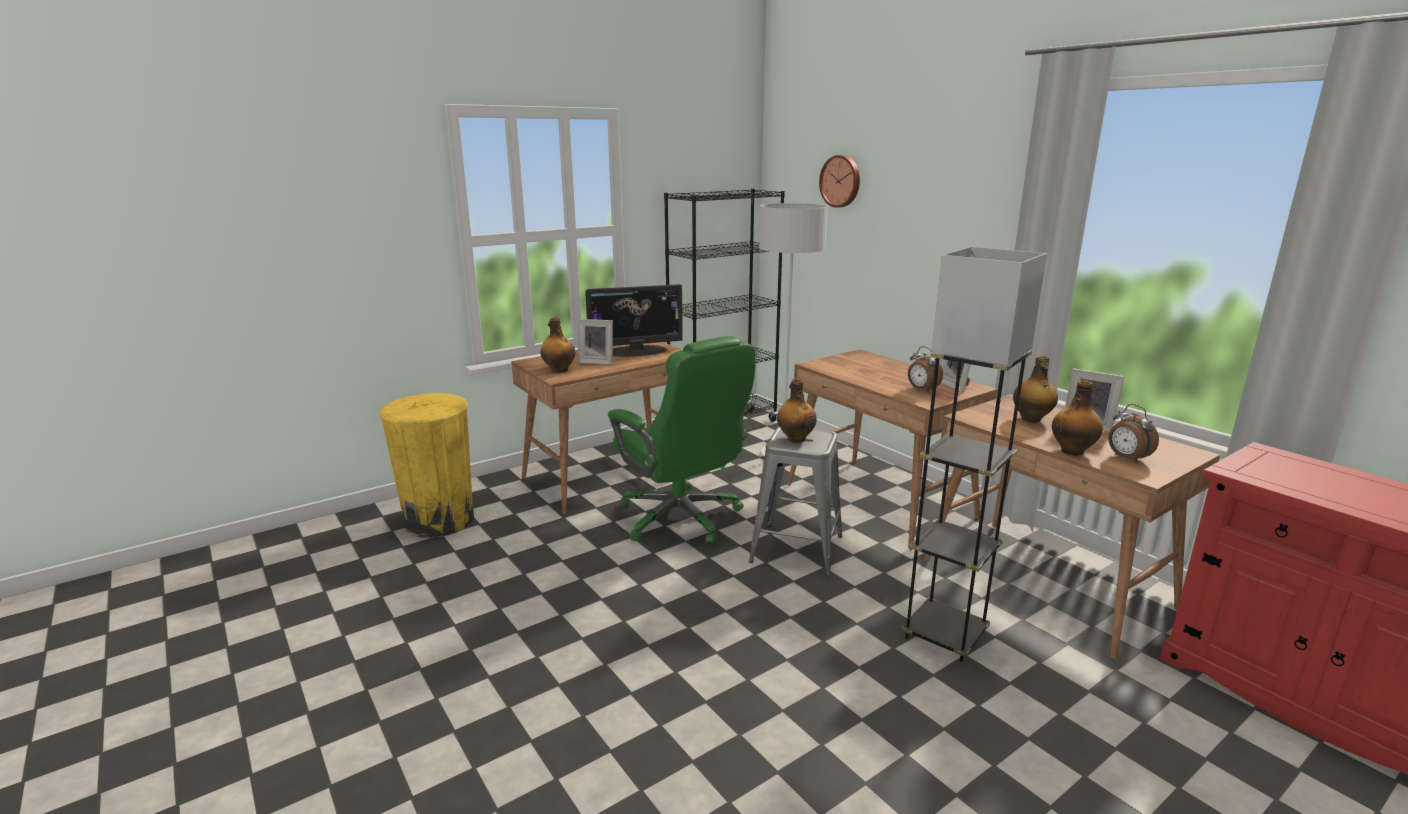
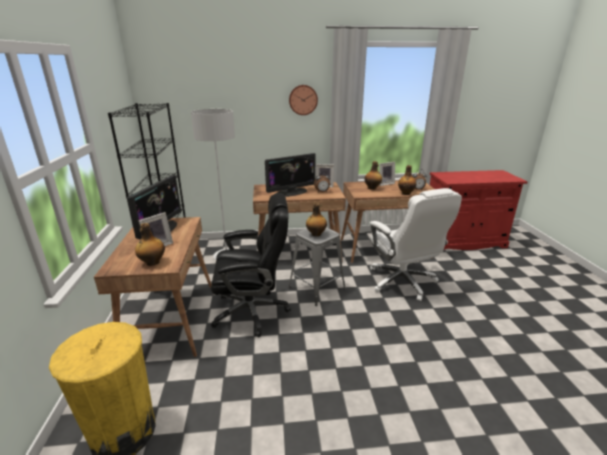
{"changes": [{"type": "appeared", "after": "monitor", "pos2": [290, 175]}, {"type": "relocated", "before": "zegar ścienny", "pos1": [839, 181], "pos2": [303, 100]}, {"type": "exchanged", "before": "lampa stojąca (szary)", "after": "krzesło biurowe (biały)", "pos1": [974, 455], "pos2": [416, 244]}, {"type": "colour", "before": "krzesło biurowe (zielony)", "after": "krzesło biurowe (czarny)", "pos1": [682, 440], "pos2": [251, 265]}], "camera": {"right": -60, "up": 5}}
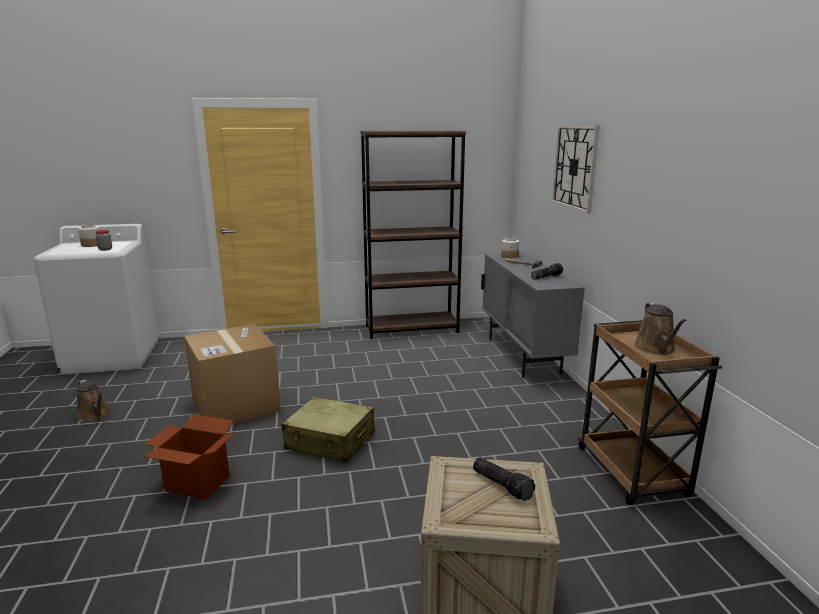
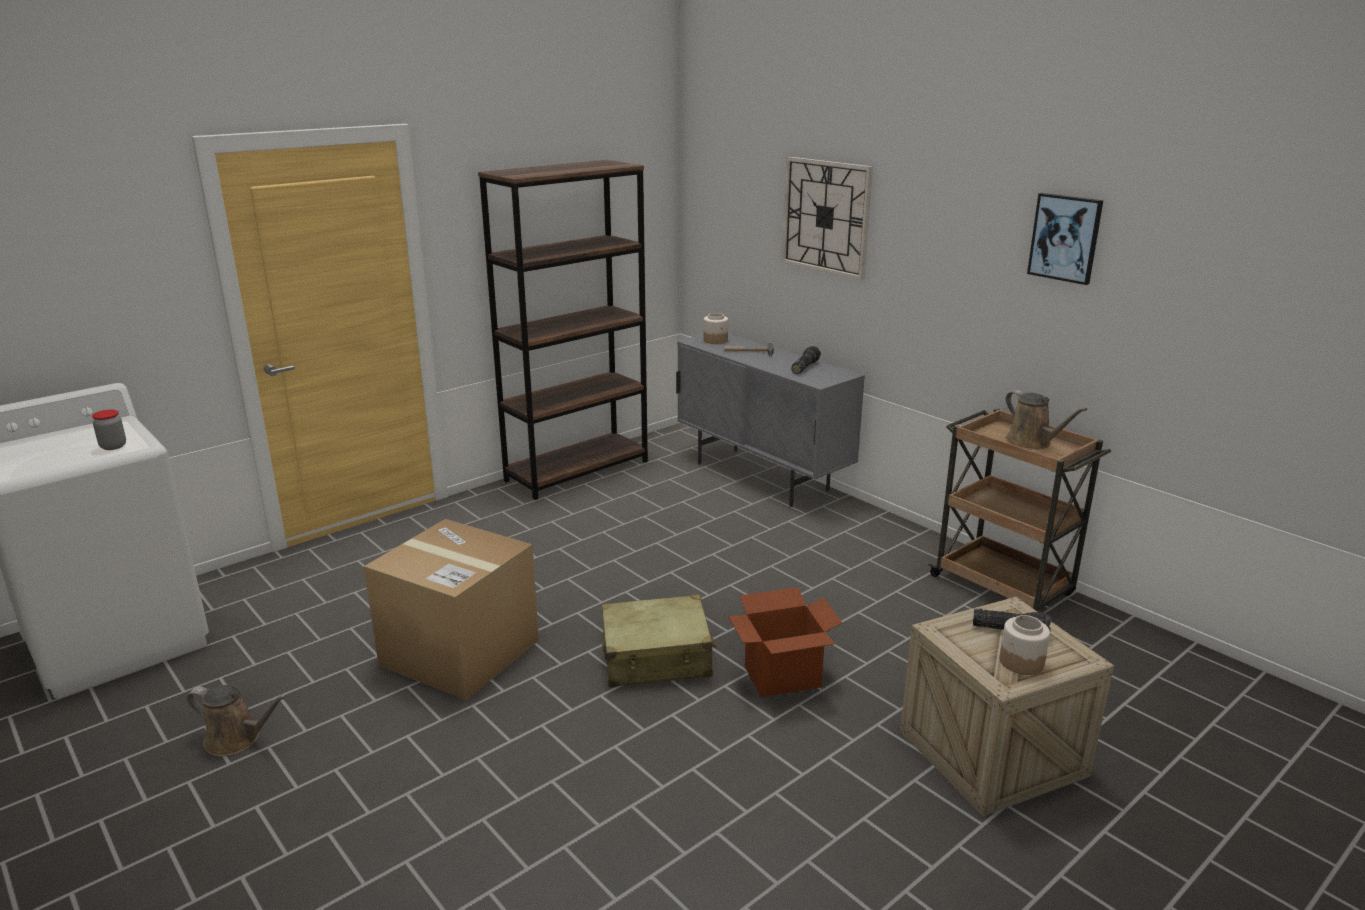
{"changes": [{"type": "appeared", "after": "obraz", "pos2": [1065, 239]}, {"type": "relocated", "before": "słoik", "pos1": [89, 235], "pos2": [1025, 645]}, {"type": "relocated", "before": "karton", "pos1": [189, 456], "pos2": [785, 642]}], "camera": {"right": -30, "up": 5}}
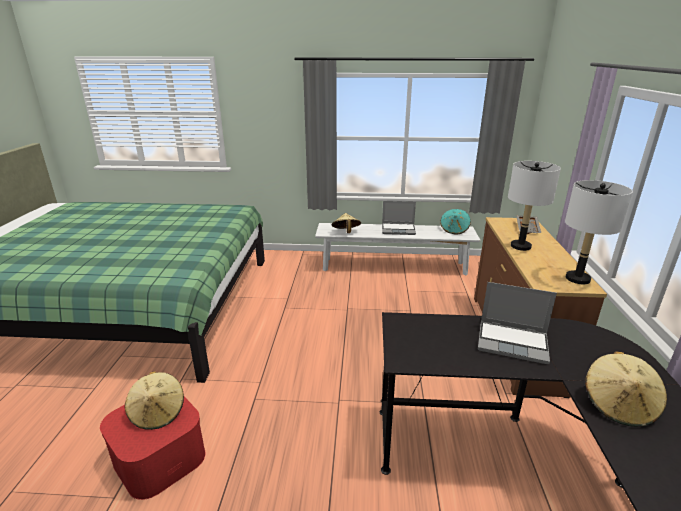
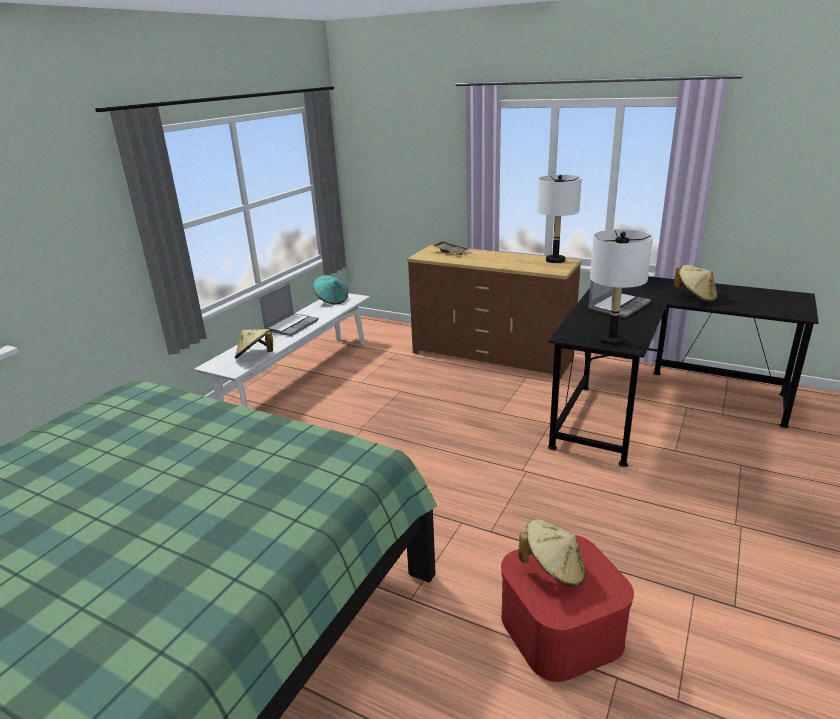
{"changes": [{"type": "relocated", "before": "lampa stołowa (biały)", "pos1": [534, 206], "pos2": [621, 287]}], "camera": {"right": -65, "up": 0}}
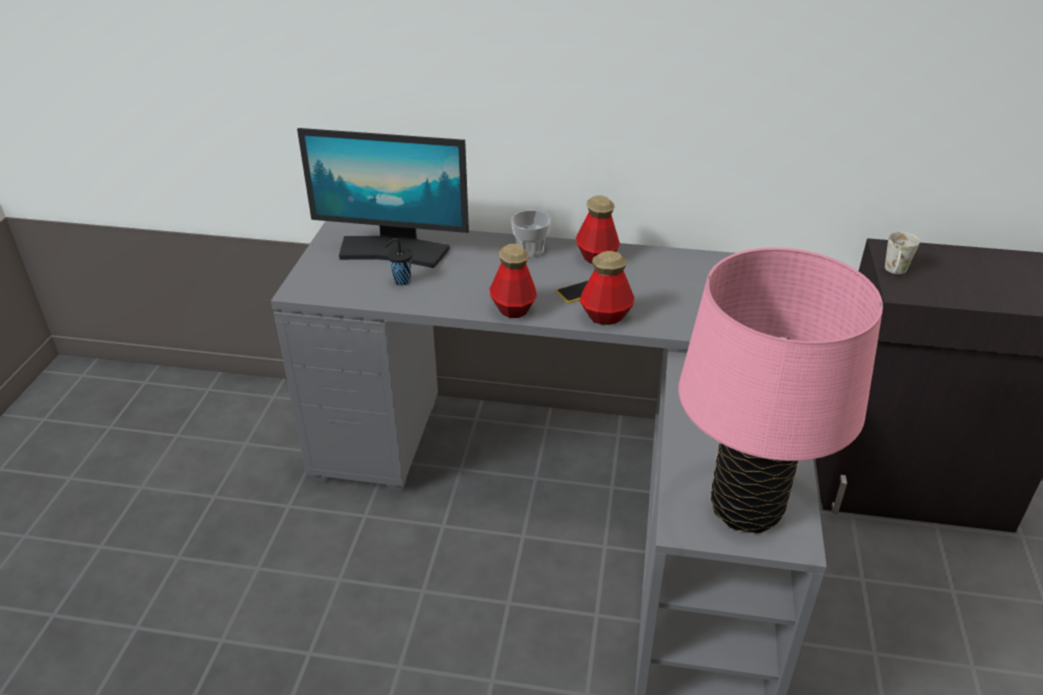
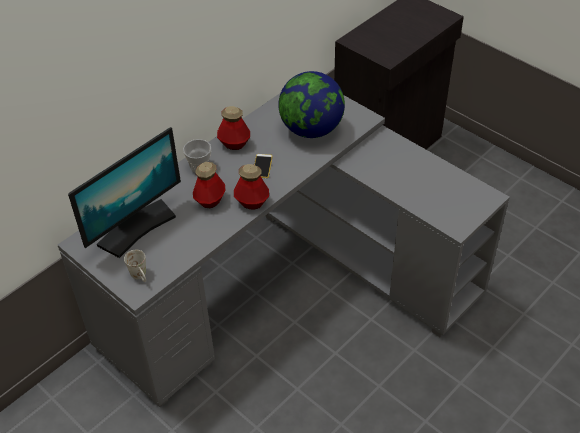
{"changes": [{"type": "missing", "before": "filiżanka (czarny)", "pos1": [398, 261]}, {"type": "missing", "before": "lampa stołowa (różowy)", "pos1": [780, 390]}, {"type": "appeared", "after": "globus", "pos2": [311, 104]}, {"type": "relocated", "before": "butelka", "pos1": [607, 288], "pos2": [209, 185]}, {"type": "relocated", "before": "kubek (biały)", "pos1": [902, 253], "pos2": [135, 266]}], "camera": {"right": -55, "up": 10}}
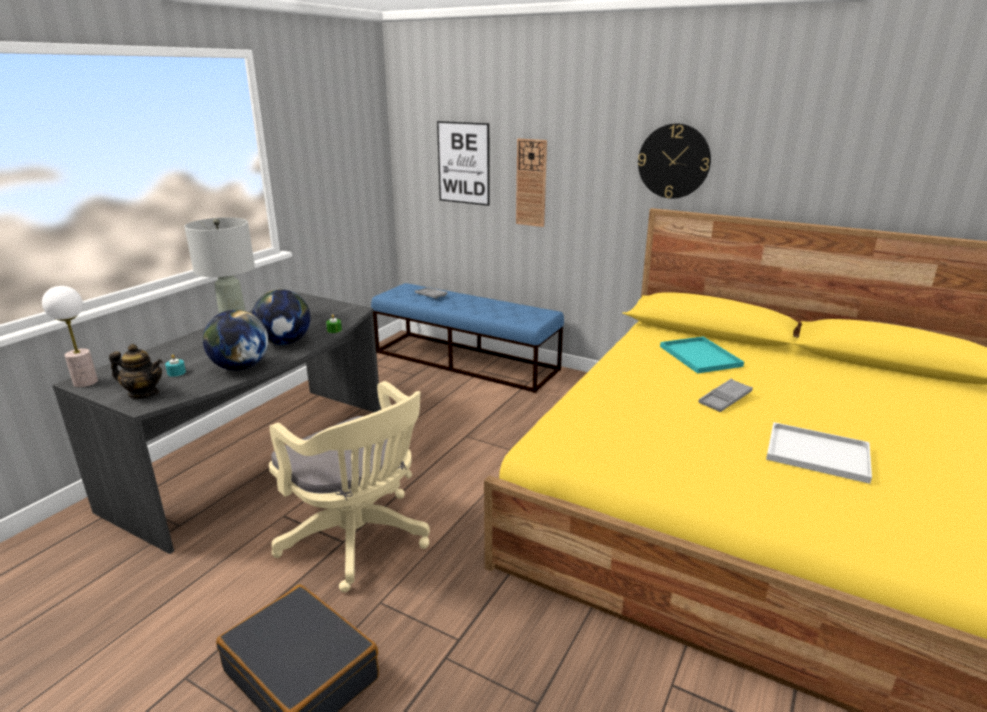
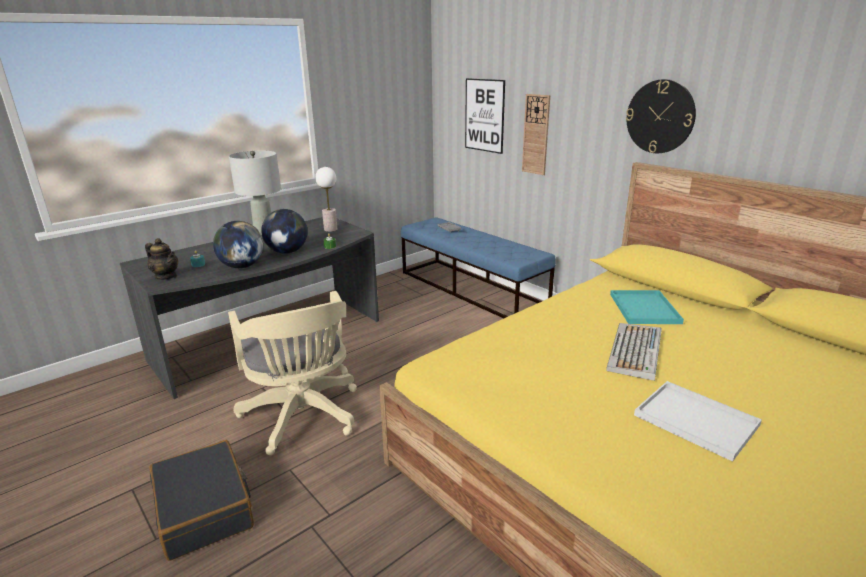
{"changes": [{"type": "relocated", "before": "lampa stołowa", "pos1": [70, 336], "pos2": [326, 199]}, {"type": "exchanged", "before": "taca (szary)", "after": "klawiatura", "pos1": [725, 395], "pos2": [634, 352]}], "camera": {"right": 20, "up": 0}}
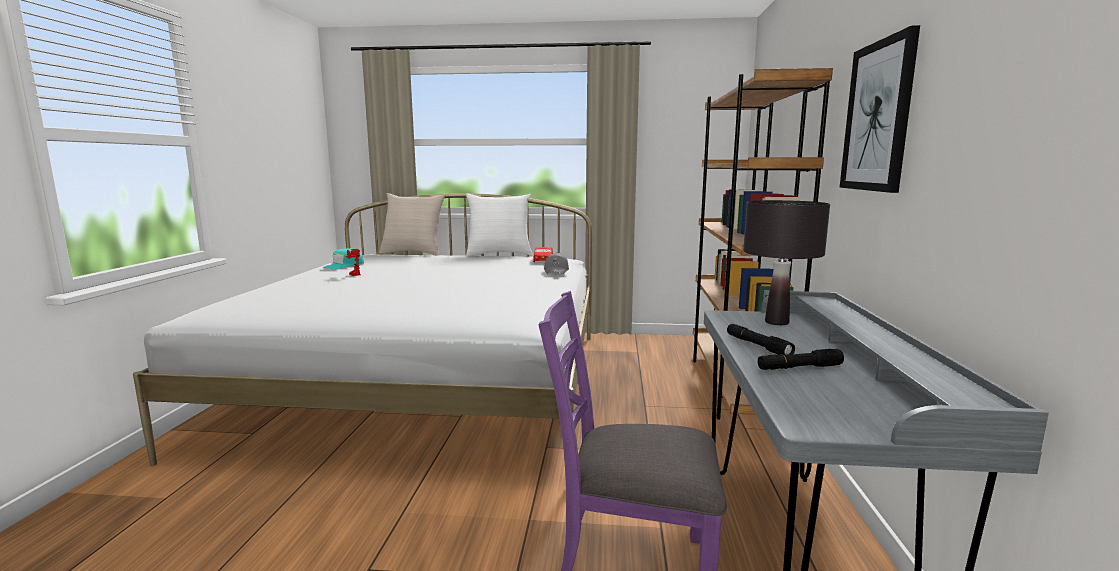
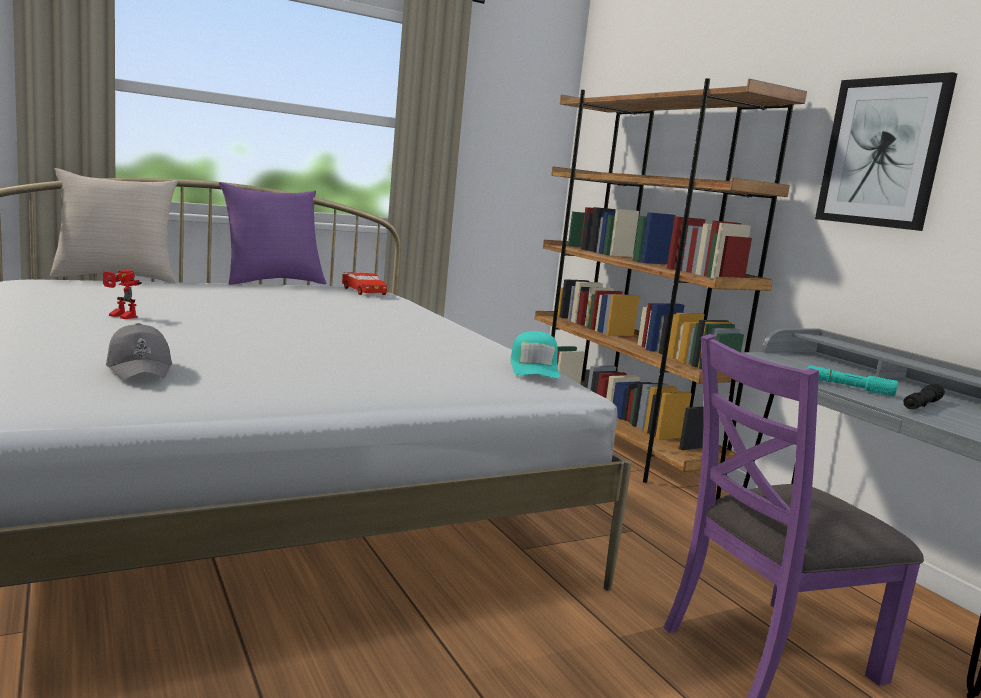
{"changes": [{"type": "missing", "before": "lampa stołowa (czarny)", "pos1": [786, 262]}, {"type": "relocated", "before": "czapka z daszkiem (turkusowy)", "pos1": [343, 259], "pos2": [535, 354]}, {"type": "relocated", "before": "czapka z daszkiem (szary)", "pos1": [556, 263], "pos2": [139, 351]}, {"type": "colour", "before": "poduszka (biały)", "after": "poduszka (fioletowy)", "pos1": [499, 224], "pos2": [272, 233]}, {"type": "colour", "before": "latarka (czarny)", "after": "latarka (turkusowy)", "pos1": [761, 339], "pos2": [852, 380]}], "camera": {"right": -35, "up": 0}}
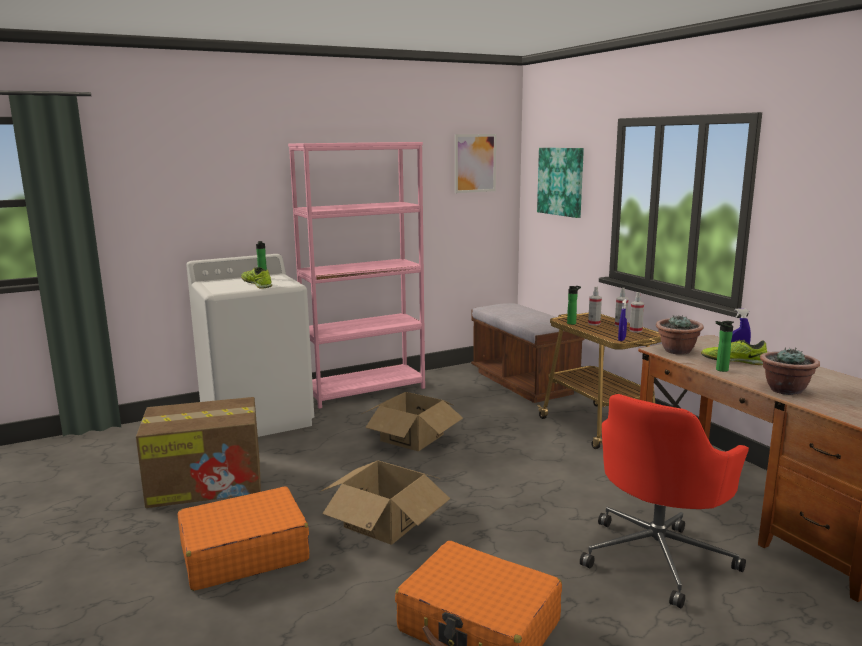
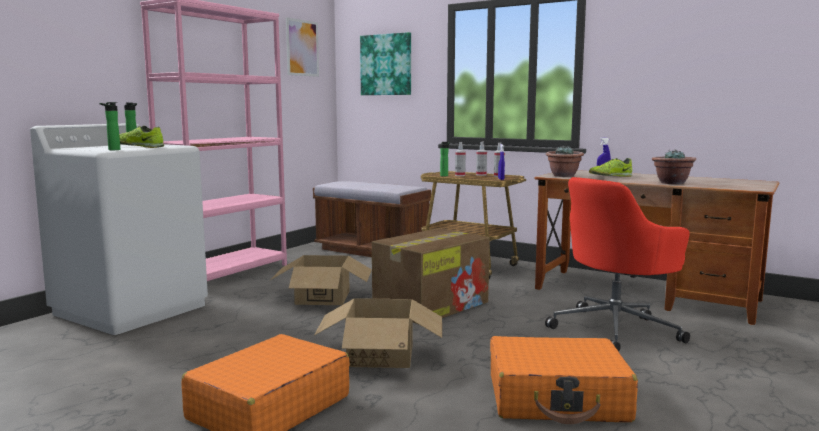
{"changes": [{"type": "relocated", "before": "karton", "pos1": [198, 452], "pos2": [431, 276]}, {"type": "relocated", "before": "butelka", "pos1": [725, 346], "pos2": [110, 126]}, {"type": "spun", "before": "krzesło biurowe (czerwony)", "pos1": [664, 501], "pos2": [617, 264], "turn": 45}], "camera": {"right": -30, "up": -5}}
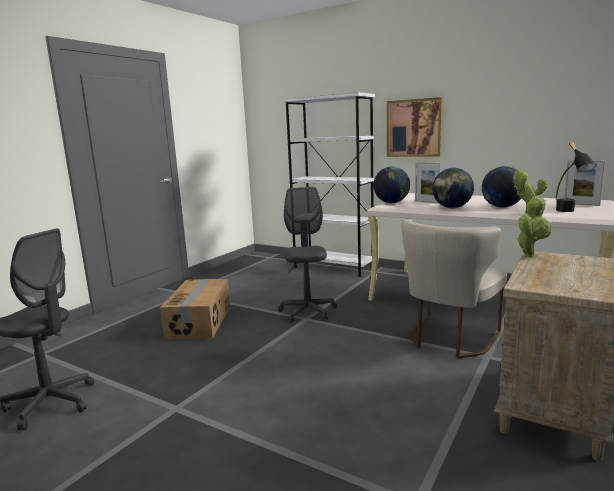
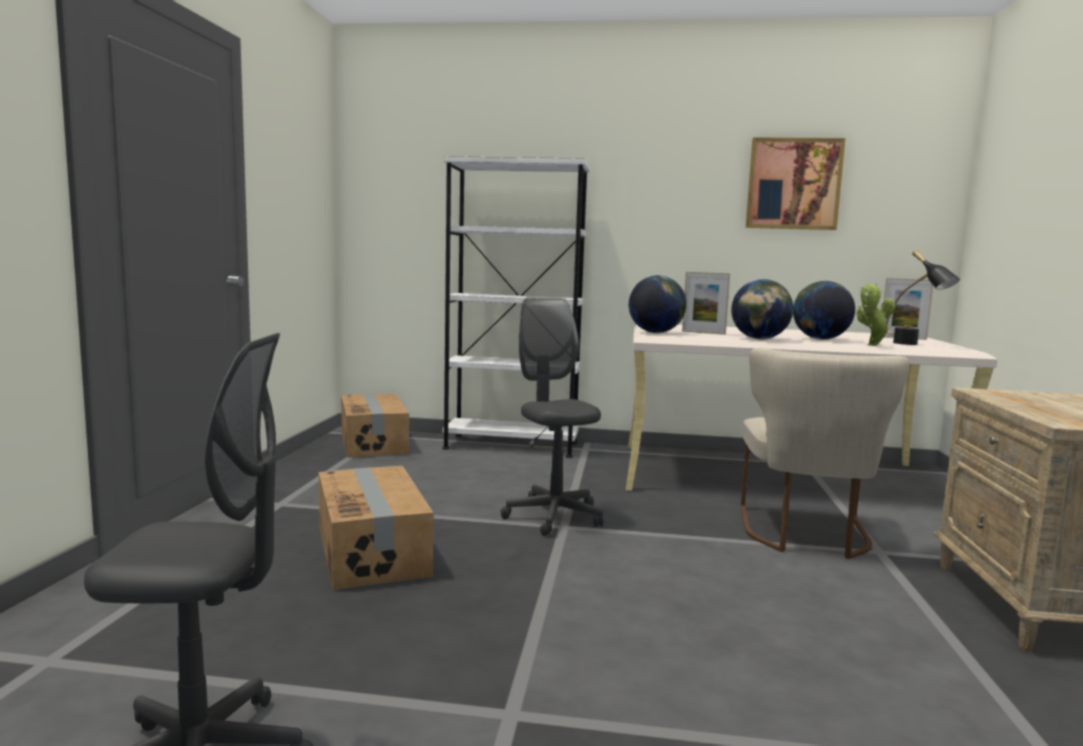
{"changes": [{"type": "missing", "before": "roślina doniczkowa", "pos1": [533, 227]}, {"type": "appeared", "after": "karton", "pos2": [375, 426]}, {"type": "relocated", "before": "obraz", "pos1": [415, 127], "pos2": [795, 183]}], "camera": {"right": -25, "up": -5}}
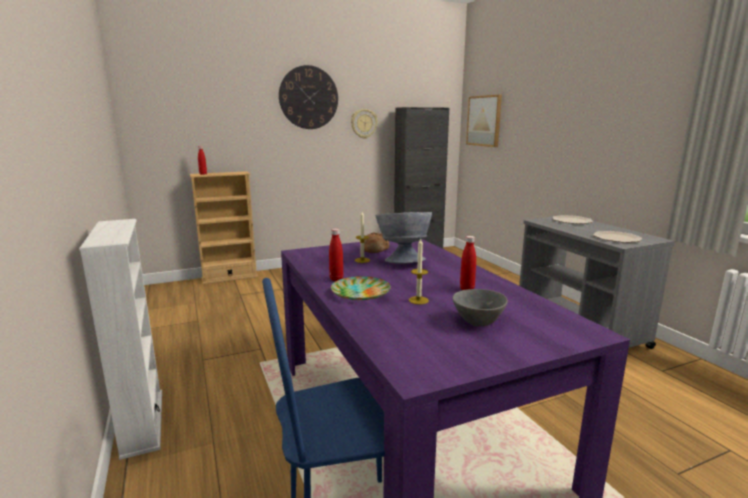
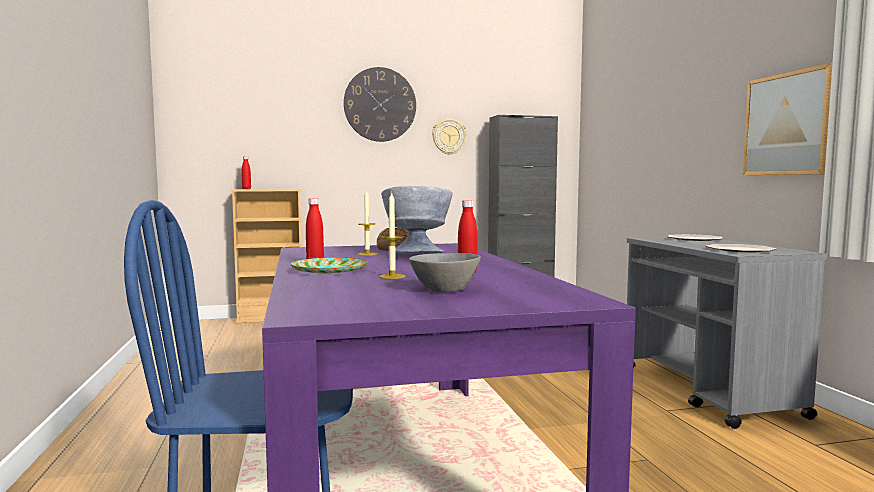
{"changes": [{"type": "missing", "before": "regał (biały)", "pos1": [120, 339]}, {"type": "relocated", "before": "obraz", "pos1": [484, 121], "pos2": [787, 119]}], "camera": {"right": 10, "up": -10}}
